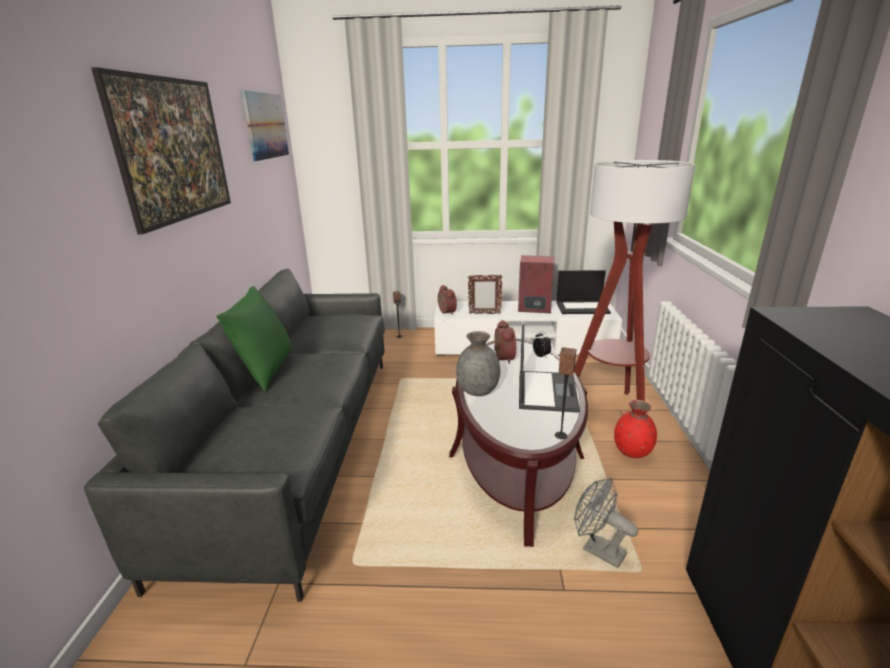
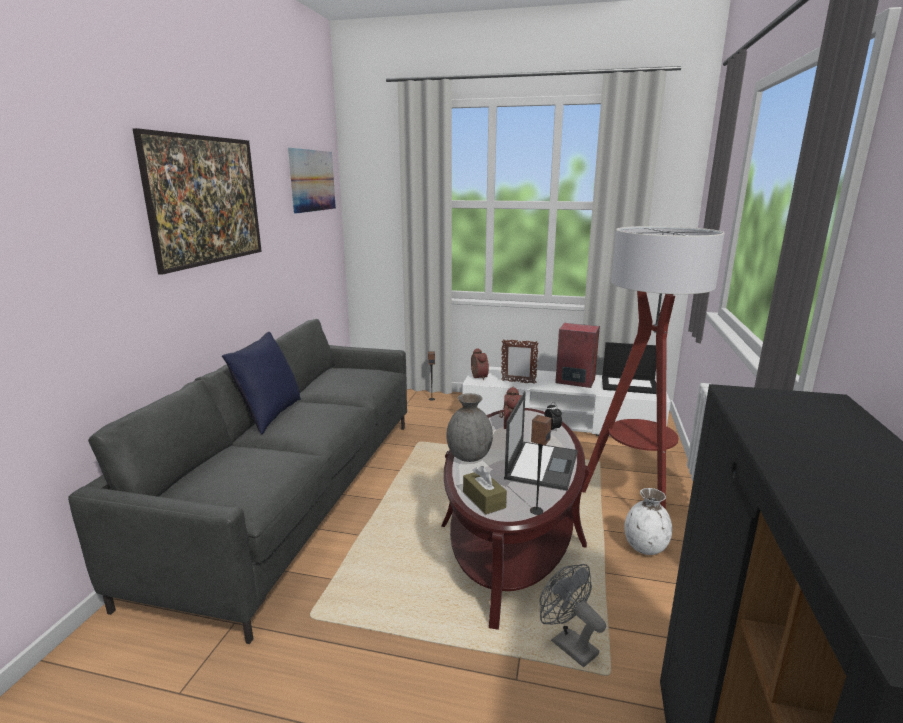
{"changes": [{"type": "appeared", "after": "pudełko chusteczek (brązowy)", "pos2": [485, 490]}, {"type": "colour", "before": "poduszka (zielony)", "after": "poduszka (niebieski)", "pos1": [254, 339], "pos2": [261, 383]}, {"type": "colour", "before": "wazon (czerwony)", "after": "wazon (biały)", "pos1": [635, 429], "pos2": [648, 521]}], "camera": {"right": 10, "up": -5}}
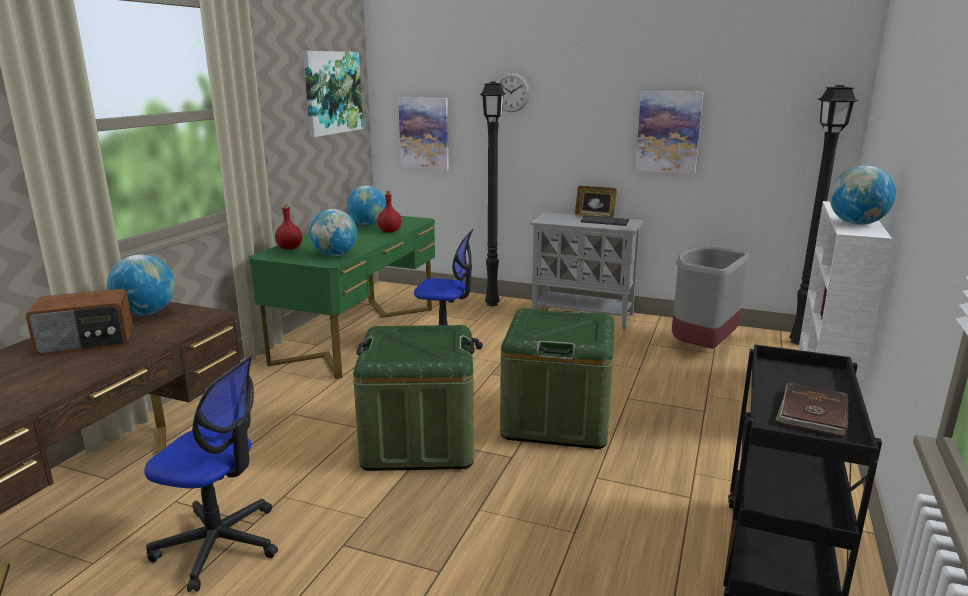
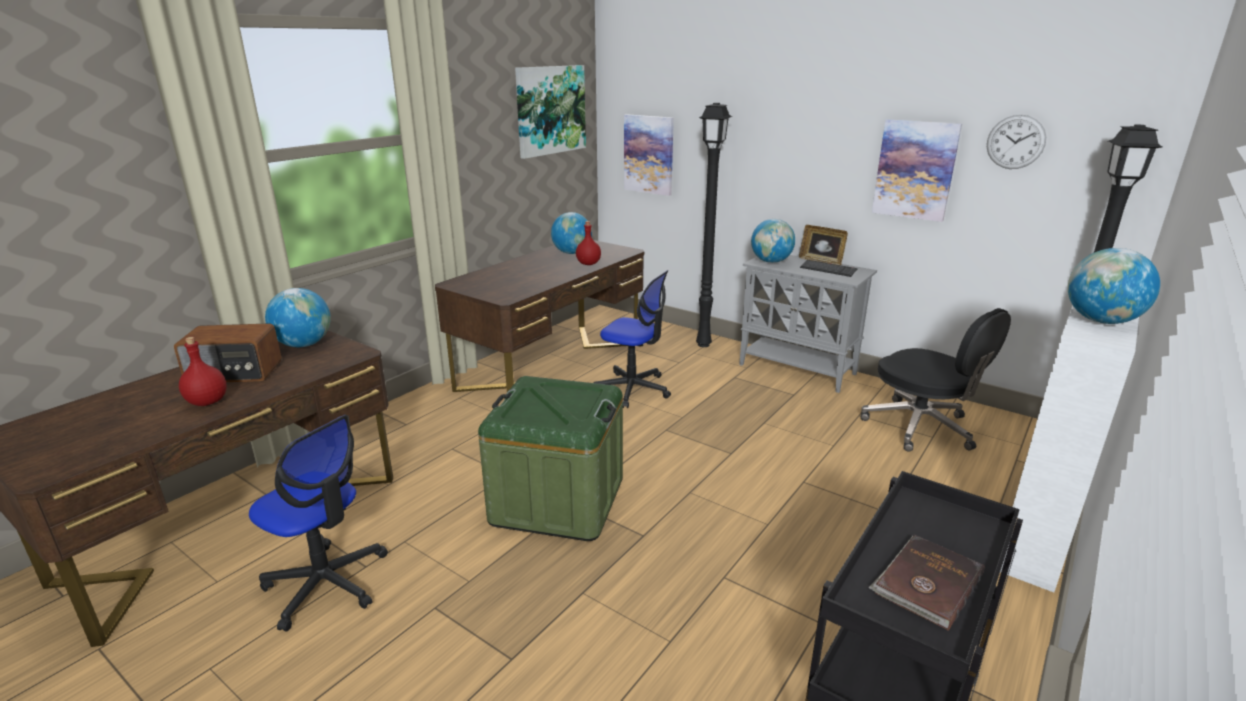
{"changes": [{"type": "missing", "before": "pojemnik do przechowywania (zielony)", "pos1": [557, 378]}, {"type": "relocated", "before": "butelka (czerwony)", "pos1": [288, 227], "pos2": [203, 371]}, {"type": "relocated", "before": "globus", "pos1": [333, 232], "pos2": [773, 241]}, {"type": "relocated", "before": "zegar ścienny", "pos1": [513, 92], "pos2": [1016, 142]}, {"type": "exchanged", "before": "kosz na śmieci (szary)", "after": "krzesło biurowe (czarny)", "pos1": [711, 298], "pos2": [936, 380]}, {"type": "colour", "before": "biurko (zielony)", "after": "biurko (brązowy)", "pos1": [341, 297], "pos2": [539, 316]}], "camera": {"right": 15, "up": 5}}
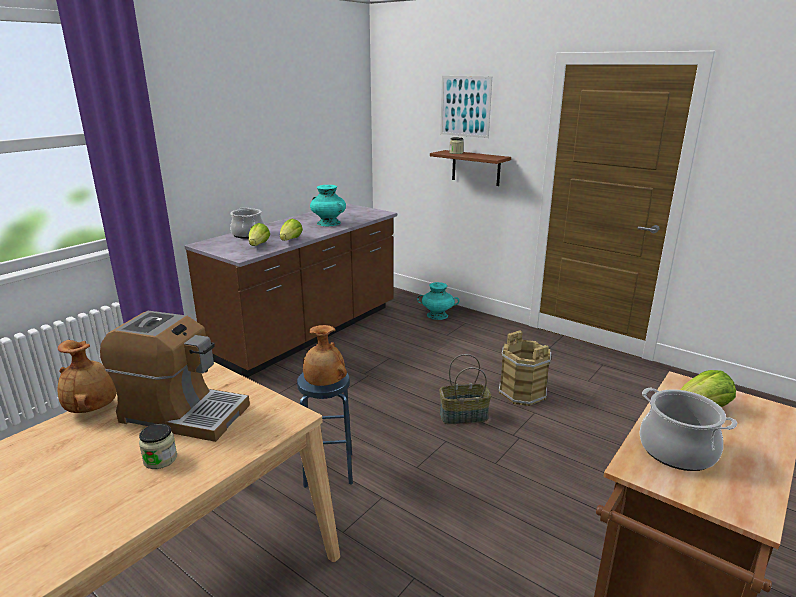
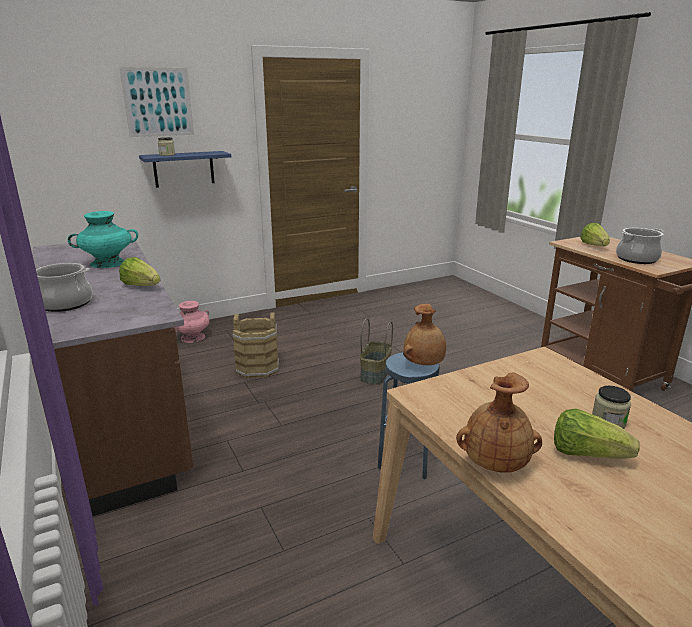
{"changes": [{"type": "missing", "before": "ekspres do kawy", "pos1": [175, 376]}, {"type": "relocated", "before": "sałata", "pos1": [259, 234], "pos2": [597, 434]}, {"type": "relocated", "before": "wiadro (brązowy)", "pos1": [525, 368], "pos2": [256, 345]}, {"type": "colour", "before": "wazon (turkusowy)", "after": "wazon (różowy)", "pos1": [438, 301], "pos2": [191, 322]}, {"type": "colour", "before": "półka (brązowy)", "after": "półka (niebieski)", "pos1": [470, 168], "pos2": [185, 169]}], "camera": {"right": -65, "up": 0}}
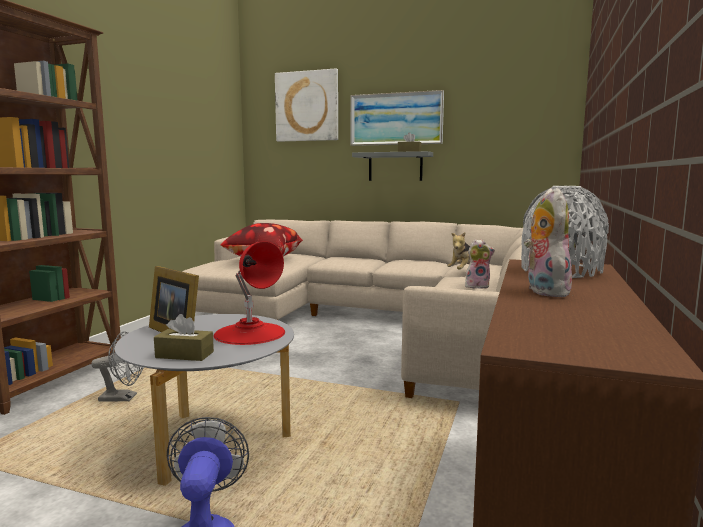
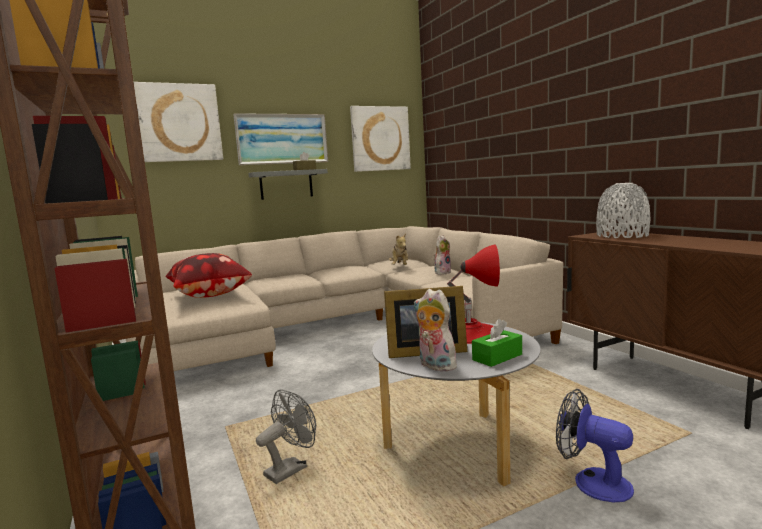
{"changes": [{"type": "appeared", "after": "obraz", "pos2": [380, 139]}, {"type": "relocated", "before": "pluszak", "pos1": [548, 242], "pos2": [435, 330]}, {"type": "colour", "before": "pudełko chusteczek (brązowy)", "after": "pudełko chusteczek (zielony)", "pos1": [184, 337], "pos2": [497, 343]}], "camera": {"right": -45, "up": 0}}
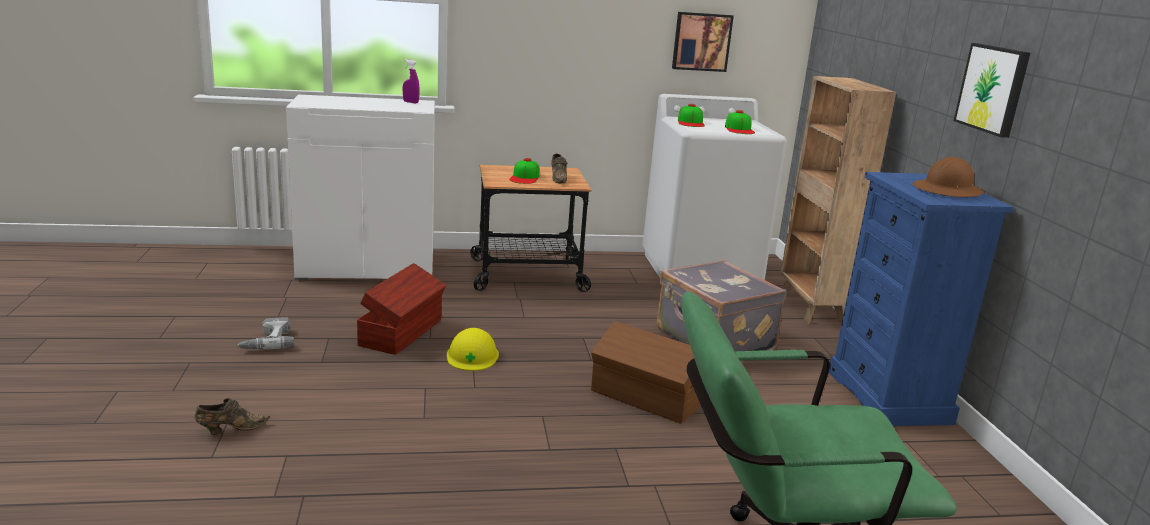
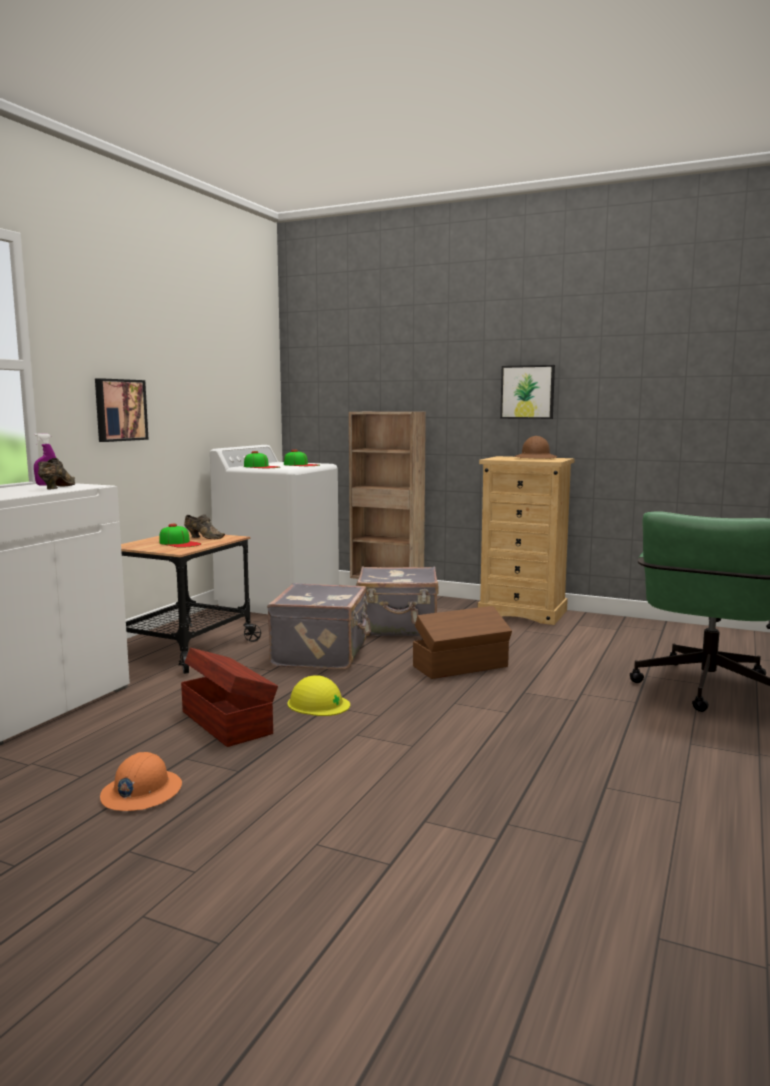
{"changes": [{"type": "appeared", "after": "walizka (szary)", "pos2": [319, 626]}, {"type": "relocated", "before": "but (brązowy)", "pos1": [232, 416], "pos2": [56, 474]}, {"type": "relocated", "before": "obraz", "pos1": [703, 42], "pos2": [122, 410]}, {"type": "exchanged", "before": "wiertarka", "after": "kask (pomarańczowy)", "pos1": [265, 333], "pos2": [141, 781]}, {"type": "colour", "before": "komoda (niebieski)", "after": "komoda (beżowy)", "pos1": [921, 299], "pos2": [526, 540]}], "camera": {"right": -55, "up": -10}}
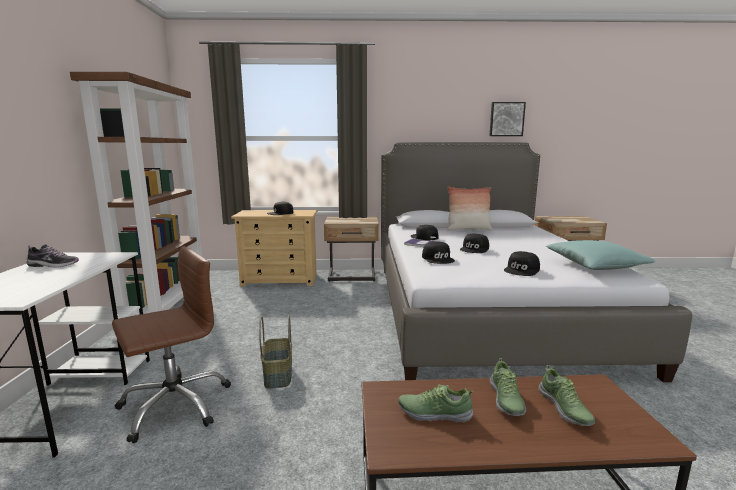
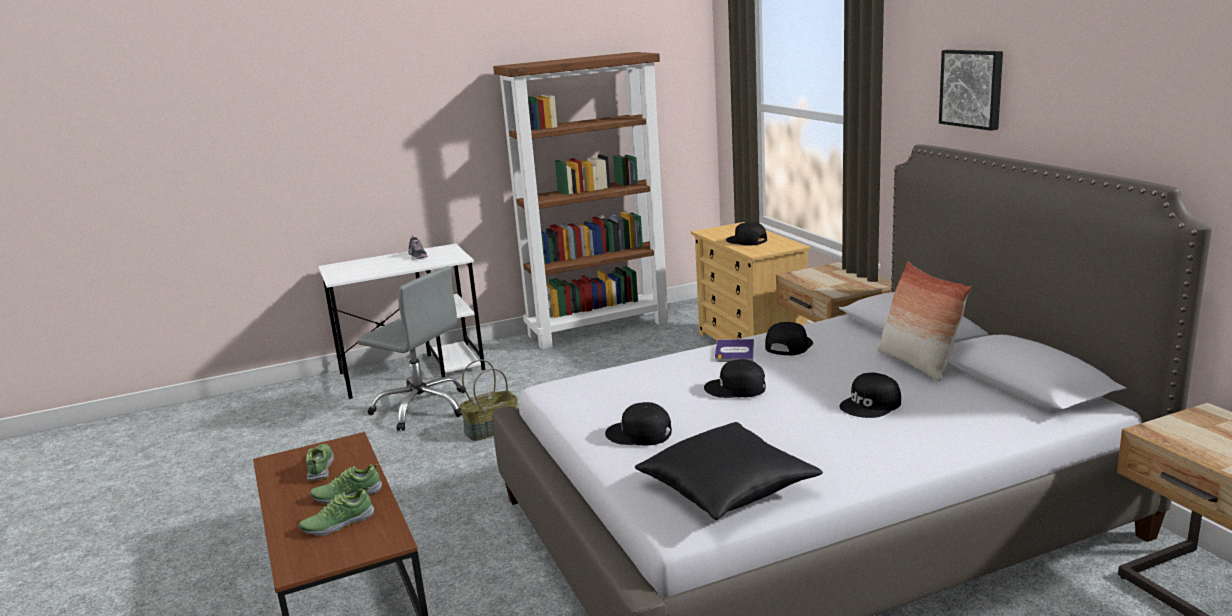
{"changes": [{"type": "relocated", "before": "czapka z daszkiem (czarny)", "pos1": [438, 253], "pos2": [870, 395]}, {"type": "relocated", "before": "obraz", "pos1": [507, 119], "pos2": [971, 90]}, {"type": "colour", "before": "krzesło biurowe (brązowy)", "after": "krzesło biurowe (szary)", "pos1": [171, 344], "pos2": [412, 348]}, {"type": "colour", "before": "poduszka (turkusowy)", "after": "poduszka (czarny)", "pos1": [600, 255], "pos2": [729, 471]}], "camera": {"right": 70, "up": 5}}
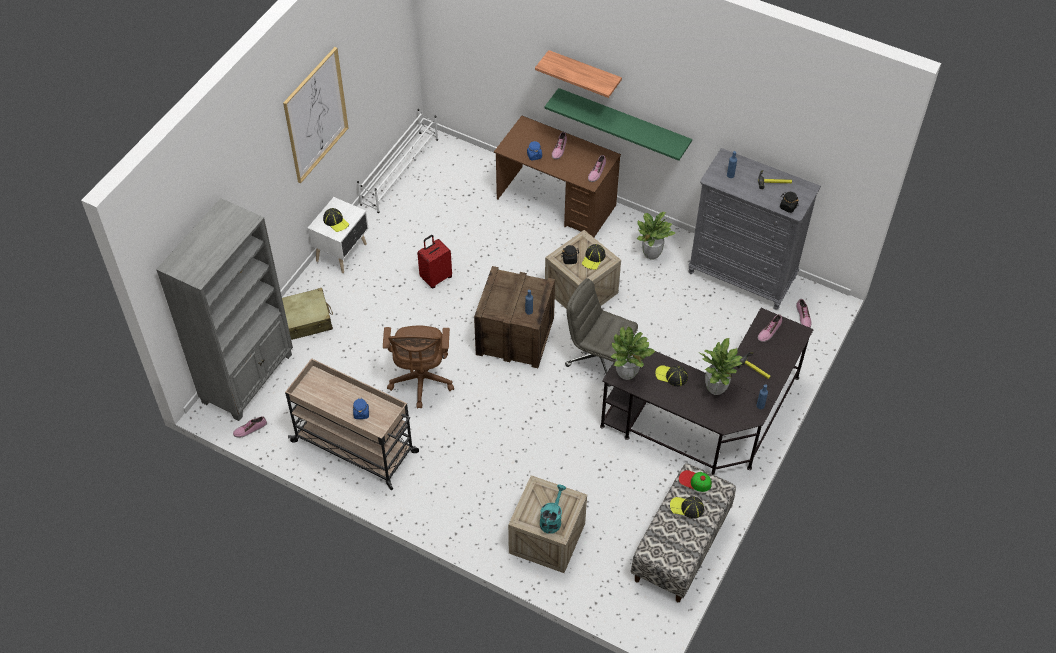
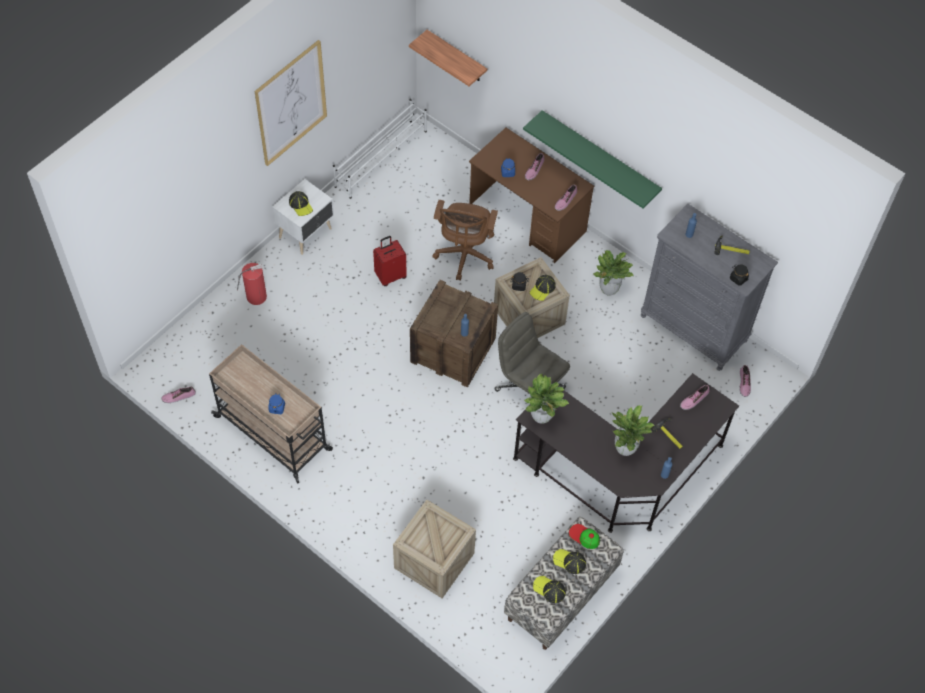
{"changes": [{"type": "missing", "before": "regał (szary)", "pos1": [224, 309]}, {"type": "missing", "before": "konewka (turkusowy)", "pos1": [553, 509]}, {"type": "relocated", "before": "krzesło biurowe (brązowy)", "pos1": [418, 367], "pos2": [465, 240]}, {"type": "relocated", "before": "półka", "pos1": [578, 74], "pos2": [448, 58]}, {"type": "relocated", "before": "czapka z daszkiem", "pos1": [671, 375], "pos2": [549, 589]}, {"type": "exchanged", "before": "walizka (beżowy)", "after": "gaśnica", "pos1": [307, 314], "pos2": [252, 284]}], "camera": {"right": 10, "up": 5}}
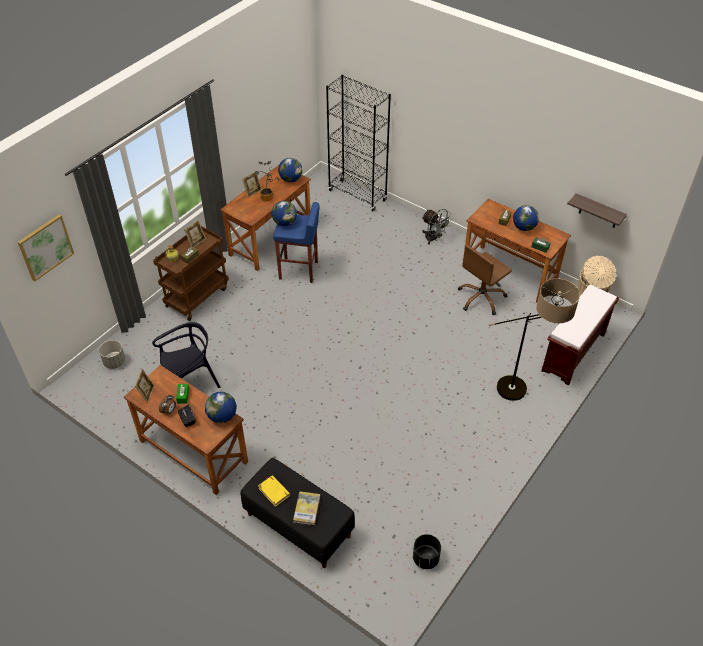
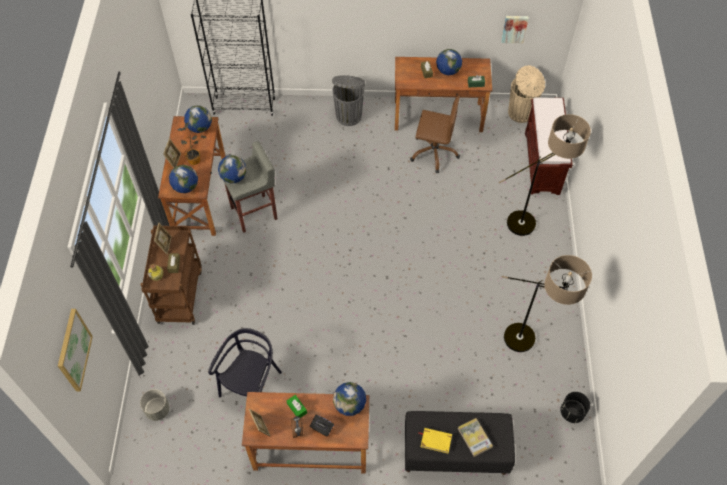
{"changes": [{"type": "appeared", "after": "globus", "pos2": [183, 179]}, {"type": "appeared", "after": "lampa stojąca", "pos2": [547, 303]}, {"type": "exchanged", "before": "wentylator (szary)", "after": "kosz na śmieci (szary)", "pos1": [437, 227], "pos2": [348, 100]}, {"type": "exchanged", "before": "półka", "after": "obraz", "pos1": [597, 210], "pos2": [515, 29]}, {"type": "colour", "before": "stołek (niebieski)", "after": "stołek (szary)", "pos1": [296, 242], "pos2": [250, 187]}, {"type": "spun", "before": "krzesło biurowe (brązowy)", "pos1": [485, 280], "pos2": [435, 134], "turn": -90}], "camera": {"right": -35, "up": 10}}
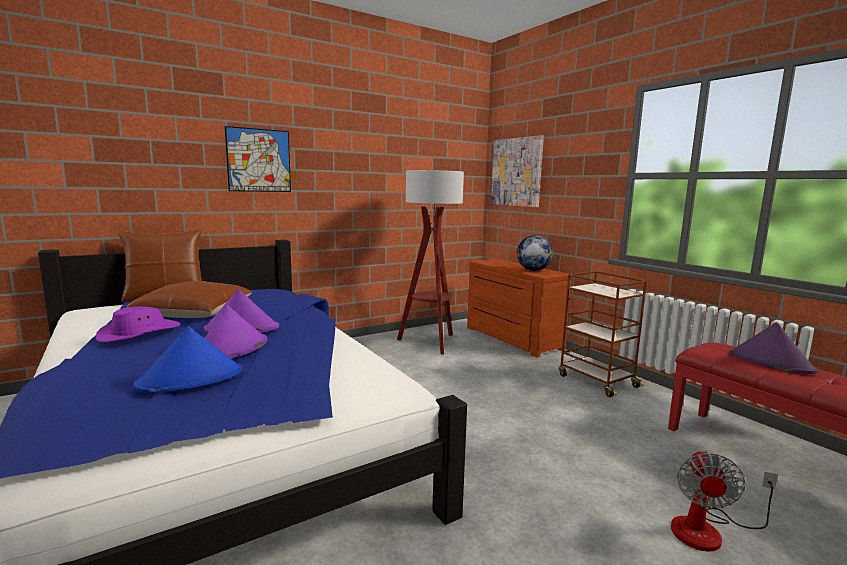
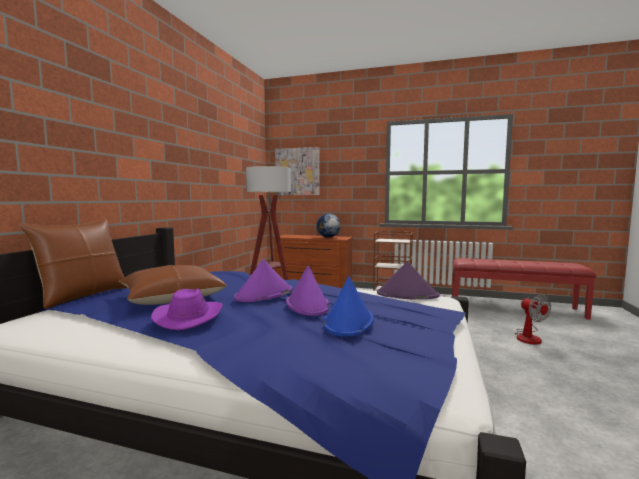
{"changes": [{"type": "missing", "before": "obraz", "pos1": [258, 159]}, {"type": "relocated", "before": "kapelusz (fioletowy)", "pos1": [774, 348], "pos2": [408, 281]}], "camera": {"right": -40, "up": -5}}
